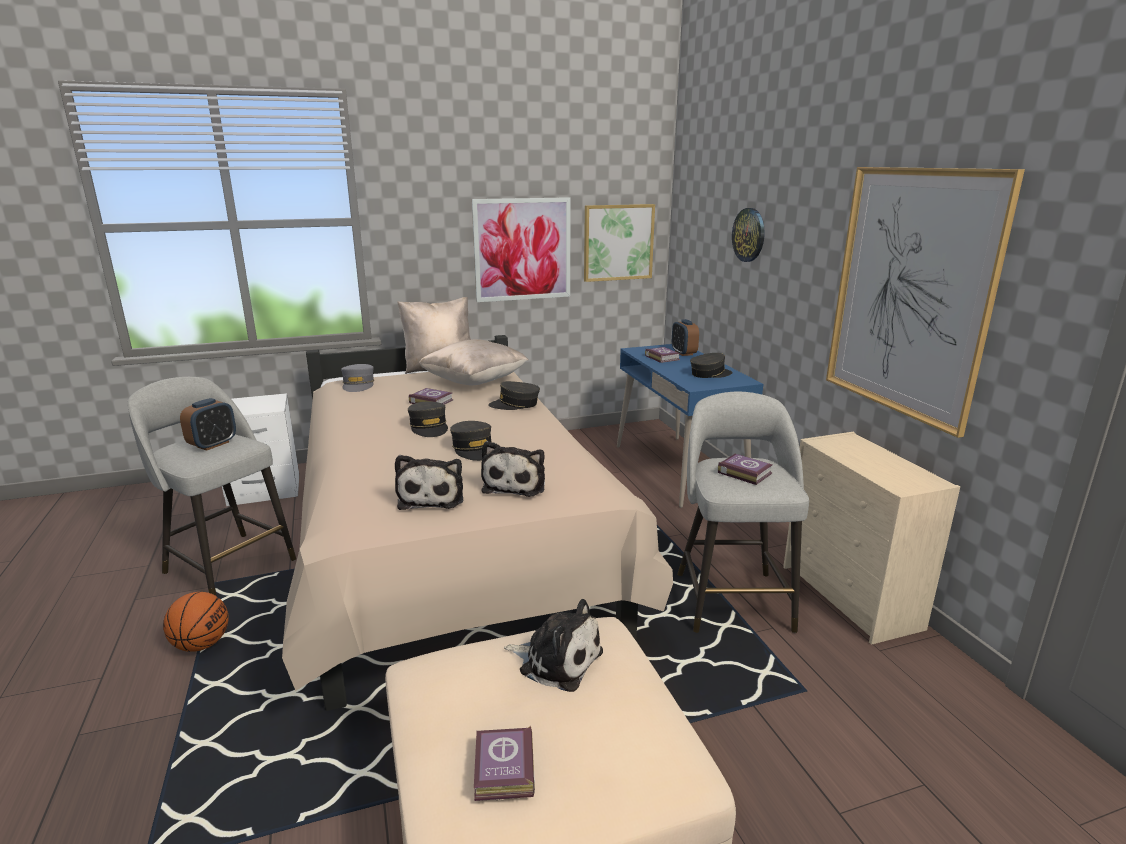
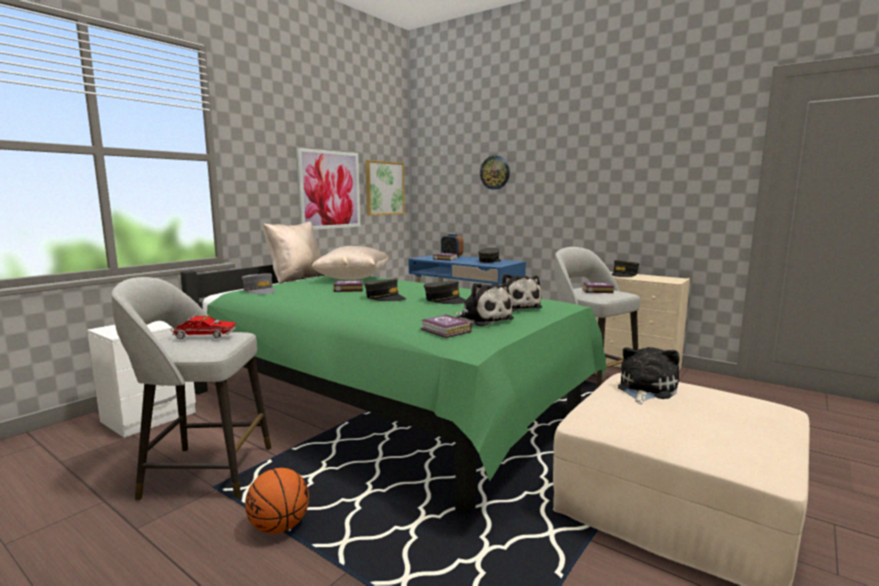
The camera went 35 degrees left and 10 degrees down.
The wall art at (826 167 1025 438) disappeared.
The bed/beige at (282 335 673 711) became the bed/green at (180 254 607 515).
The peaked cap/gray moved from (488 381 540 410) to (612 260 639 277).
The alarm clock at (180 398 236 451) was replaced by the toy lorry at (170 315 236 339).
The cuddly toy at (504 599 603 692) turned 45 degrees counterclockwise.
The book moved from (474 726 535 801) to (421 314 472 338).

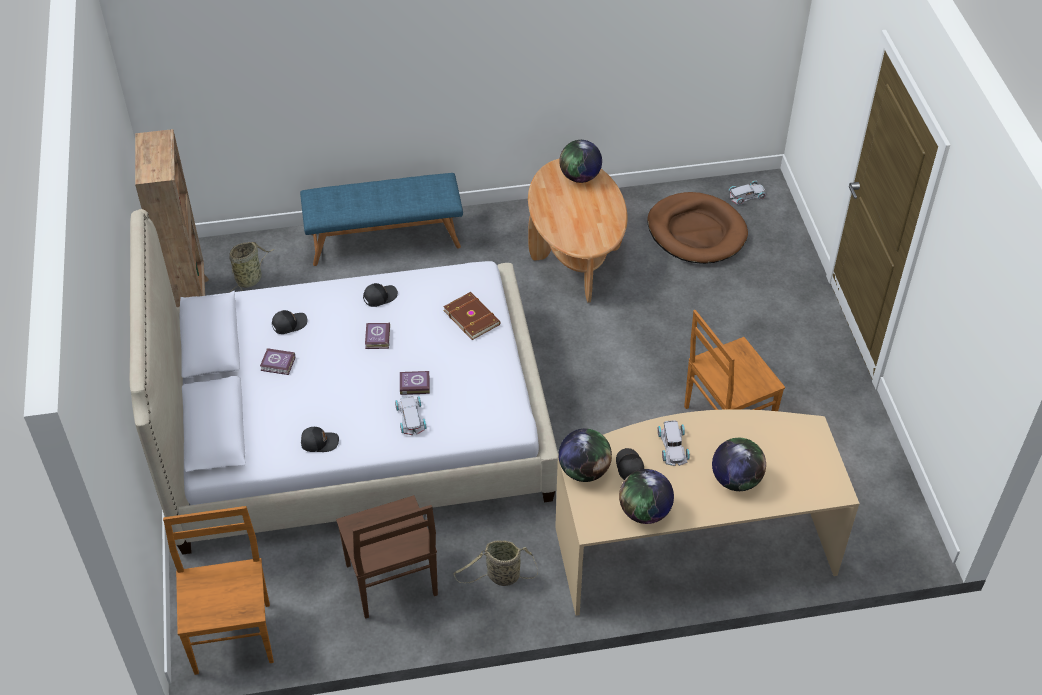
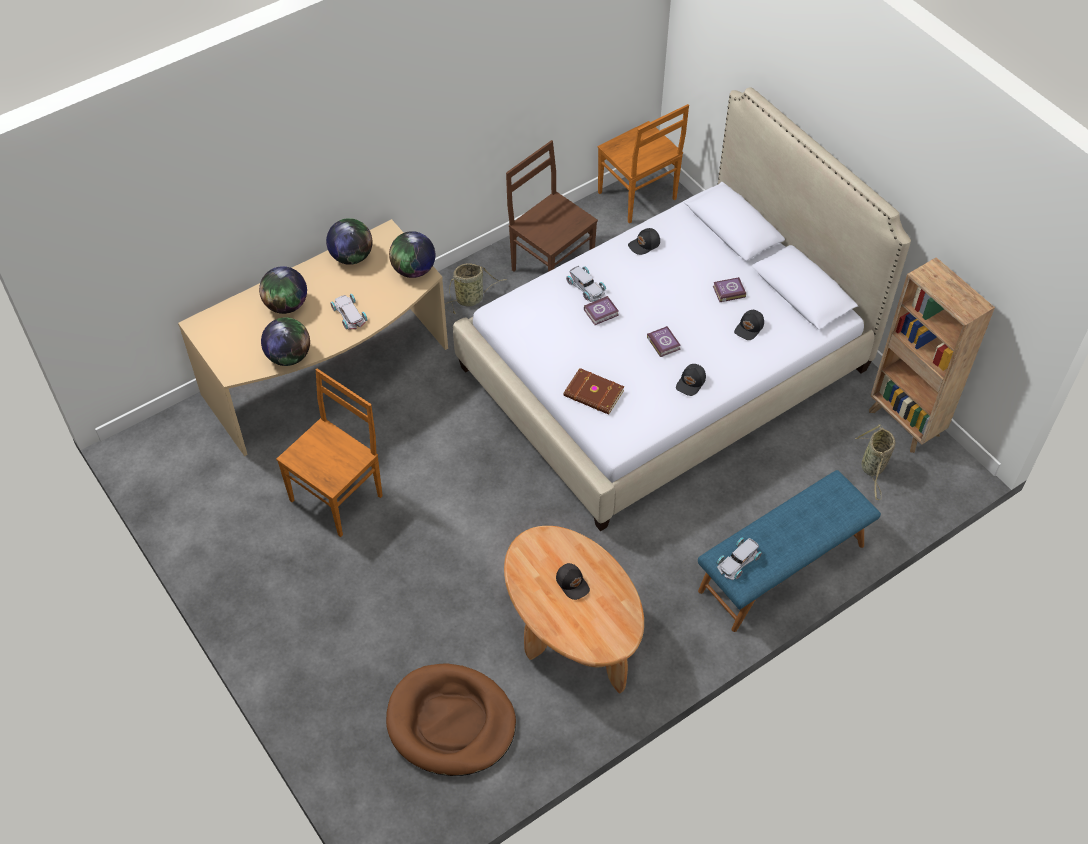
The camera went 155 degrees right and 5 degrees up.
The globe moved from (559 140 602 183) to (261 317 310 366).
The model car/white-coloured moved from (729 180 766 205) to (717 537 762 580).
The peaked cap/black moved from (616 448 644 480) to (556 563 590 600).

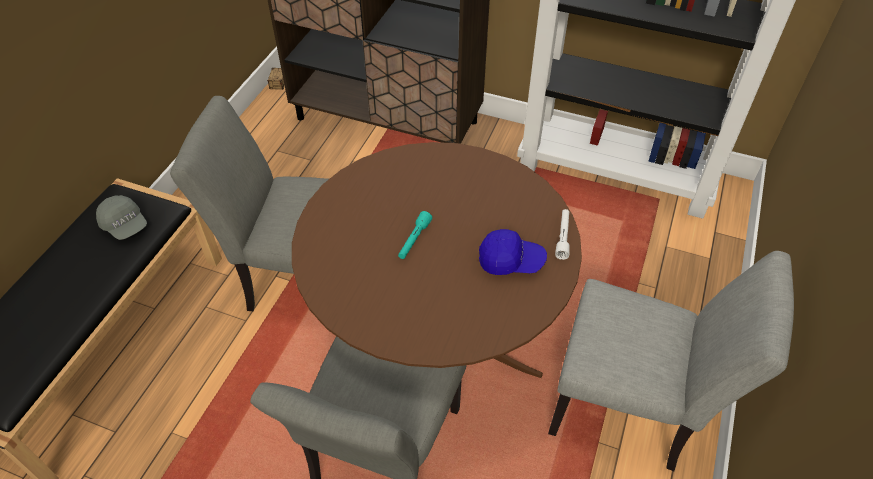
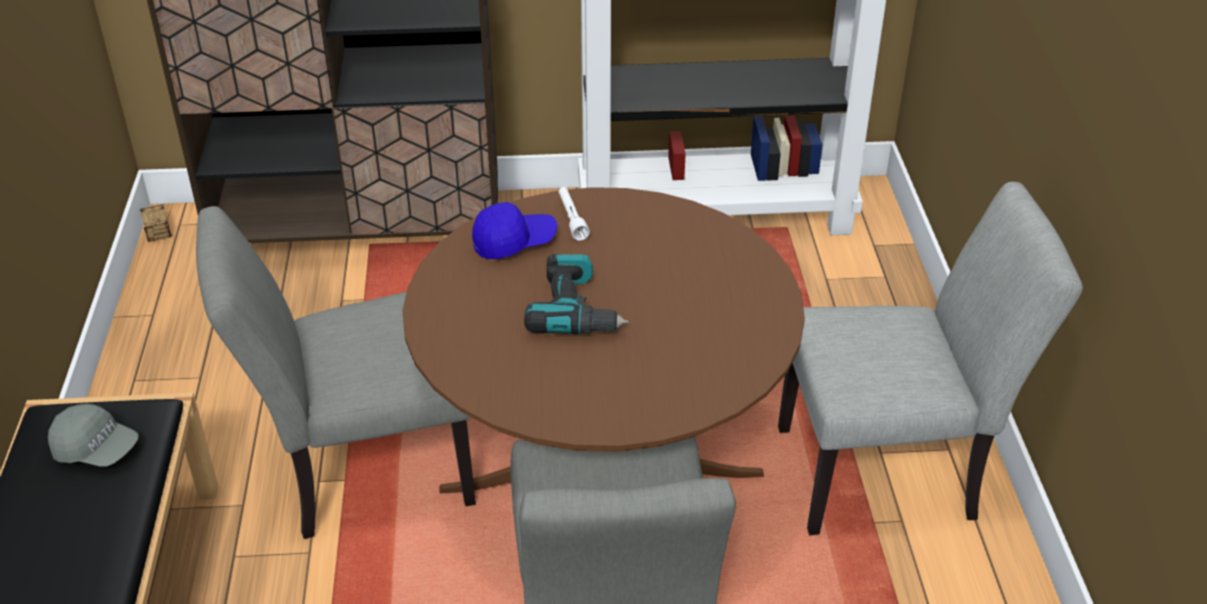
The camera went 25 degrees left and 10 degrees down.
The flashlight/white-coloured moved from (555 209 570 260) to (559 187 590 241).
The flashlight/turquoise-coloured at (398 211 432 259) was replaced by the drill at (524 254 629 334).
The peaked cap/blue moved from (479 229 547 275) to (472 202 557 259).

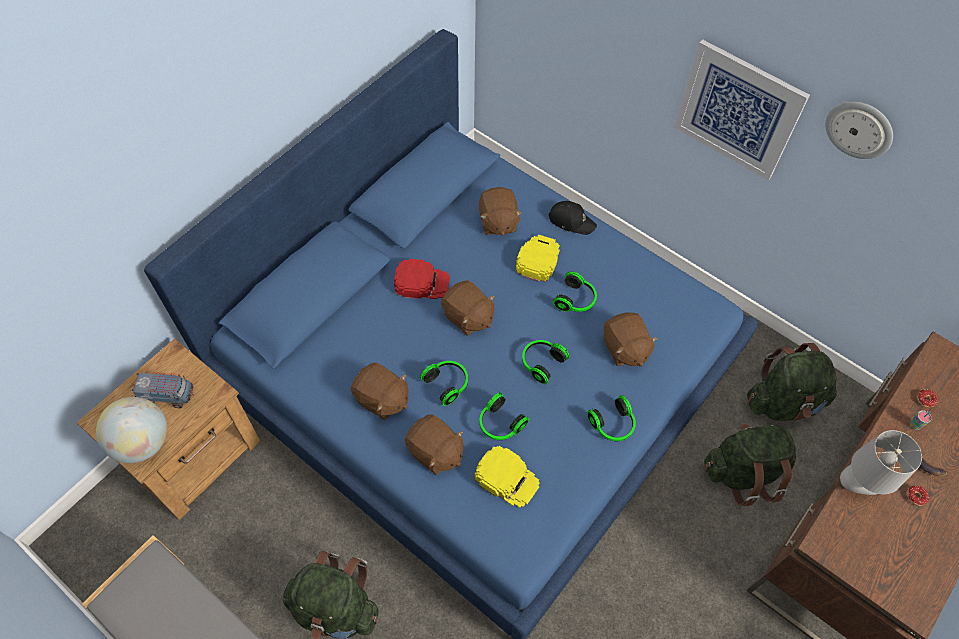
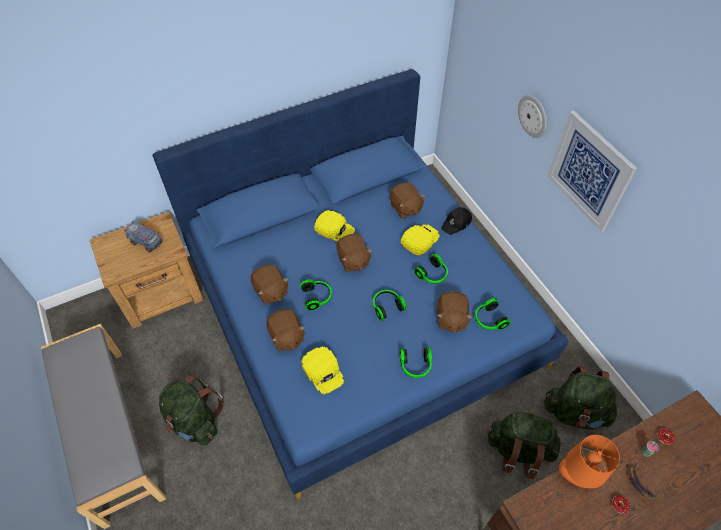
The camera went 25 degrees right and 5 degrees down.
The clock on the wall moved from (825 102 893 159) to (518 95 547 138).
The cuddly toy/brown-coloured at (479 187 522 236) turned 45 degrees counterclockwise.
The peaked cap/black at (548 201 597 235) turned 90 degrees clockwise.
The peaked cap/red at (394 259 450 299) became the peaked cap/yellowish at (314 210 355 242).
The pair of headphones moved from (479 391 529 440) to (475 297 511 330).
The globe at (96 397 167 463) disappeared.
The tabletop lamp/gray at (840 430 922 495) became the tabletop lamp/orange at (559 435 620 488).

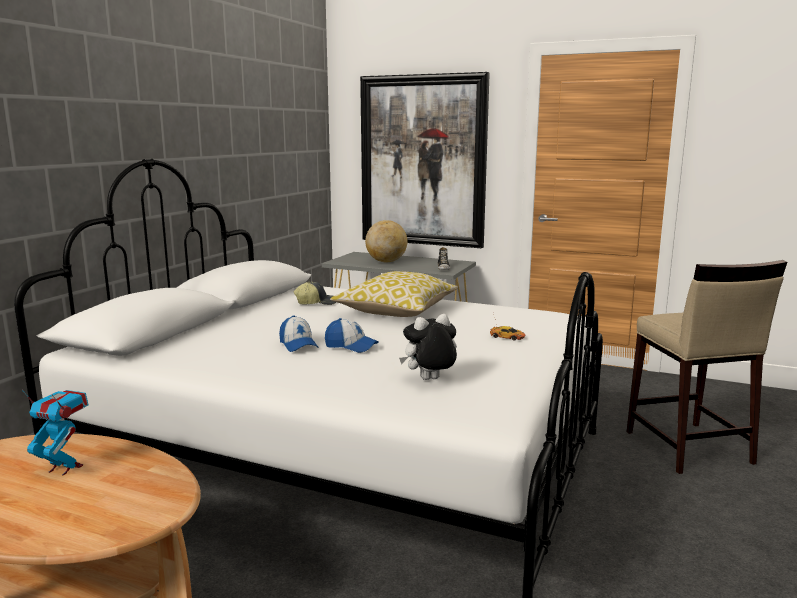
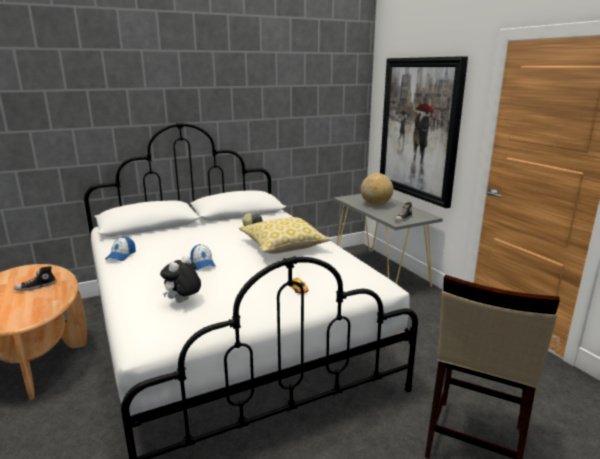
The camera went 40 degrees right and 5 degrees up.
The cuddly toy at (399 314 457 380) turned 75 degrees counterclockwise.
The peaked cap moved from (279 316 318 352) to (106 237 136 261).
The robot figure at (22 389 89 476) was replaced by the shoe at (14 266 57 291).

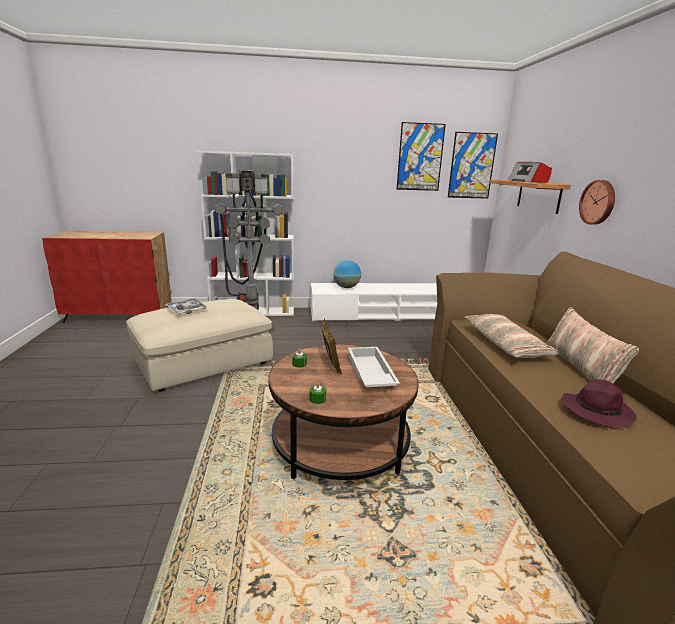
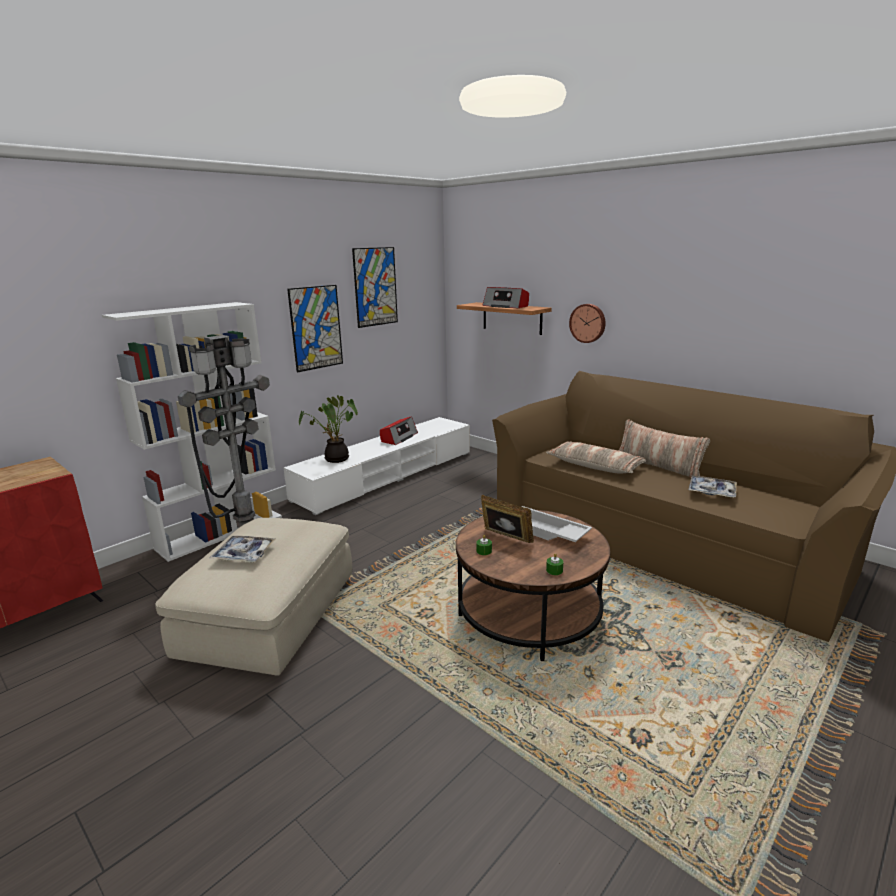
The camera went 40 degrees left and 0 degrees up.
The wall art moved from (448 132 498 199) to (287 285 343 372).
The globe at (333 260 361 288) was replaced by the houseplant at (299 395 358 463).
The wearable hat/purple at (562 379 637 428) was replaced by the tray at (689 476 737 497).
The radio receiver at (380 416 418 445) appeared.

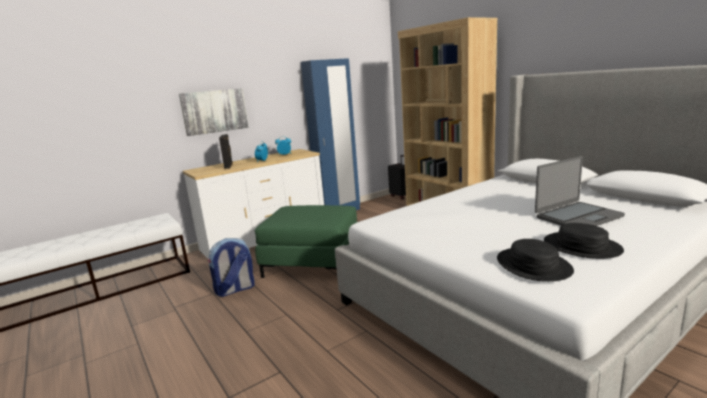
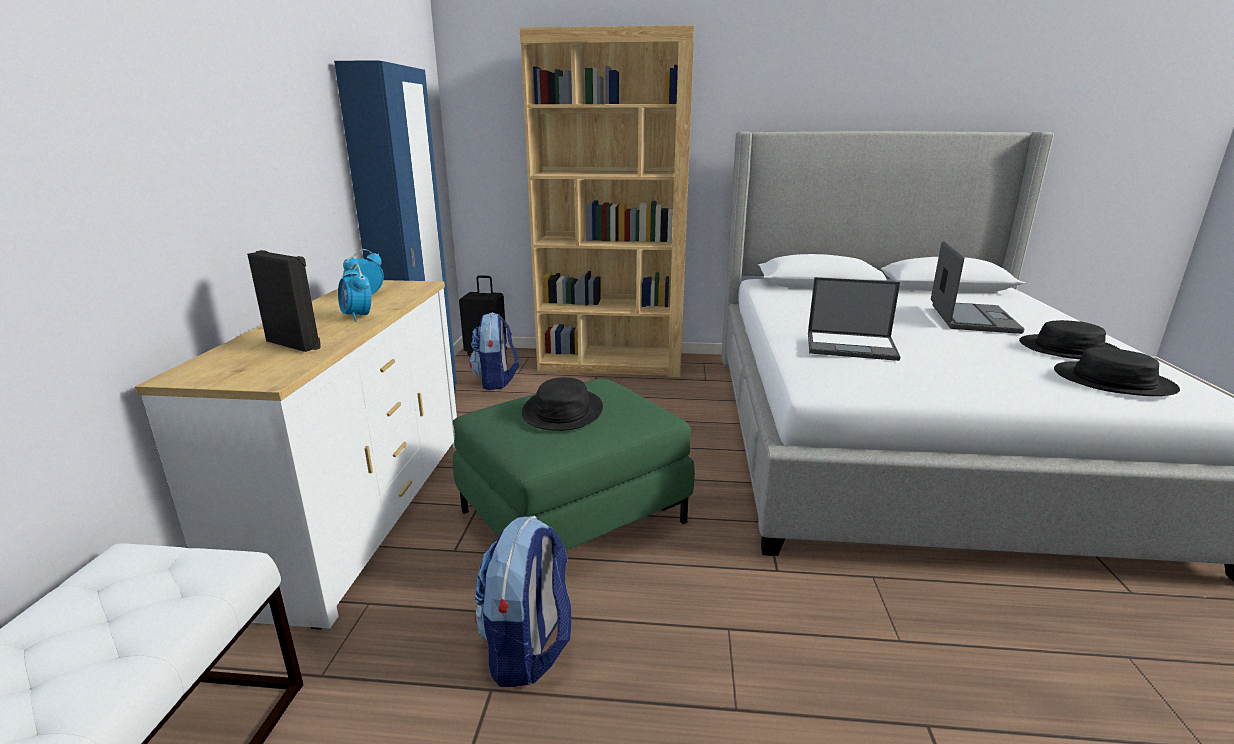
The camera went 50 degrees left and 5 degrees up.
The wall art at (179 88 249 136) disappeared.
The portable computer at (808 277 900 361) appeared.
The rucksack at (470 312 519 390) appeared.
The wearable hat/black at (522 377 603 431) appeared.

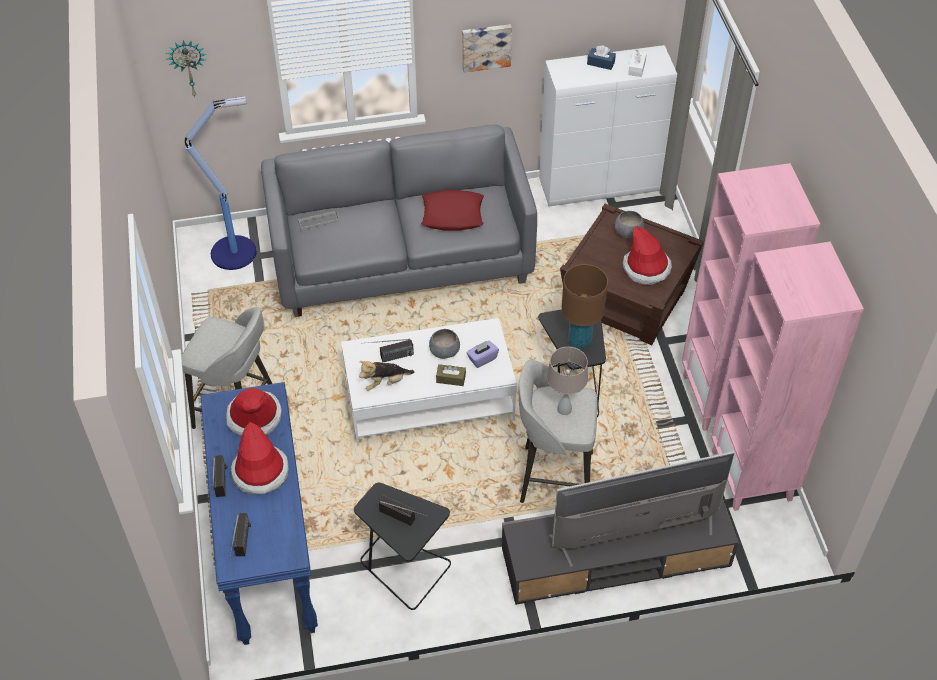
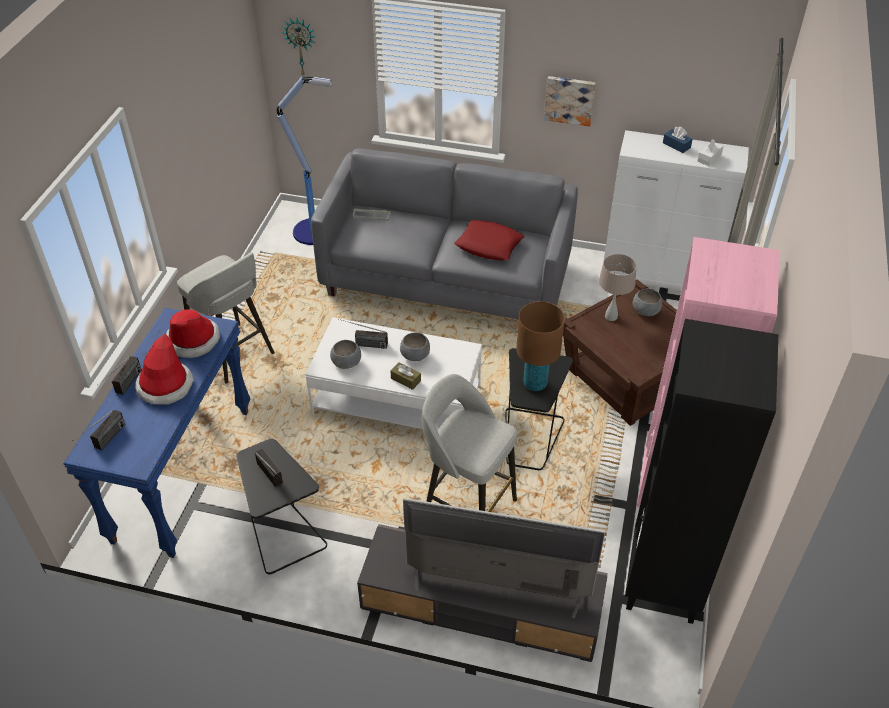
The camera went 25 degrees right and 5 degrees down.
The wearable hat at (623 226 672 285) disappeared.
The bookshelf/pinkish at (711 242 864 511) became the bookshelf/black at (625 319 778 624).
The tissue holder/purple at (467 341 499 368) disappeared.
The tabletop lamp/beige moved from (547 347 588 415) to (599 254 637 321).
The cuddly toy at (359 361 414 391) was replaced by the serving bowl/gray at (330 340 361 369).

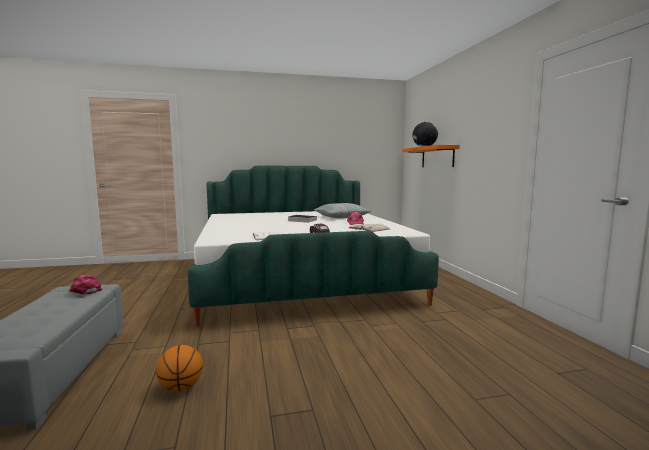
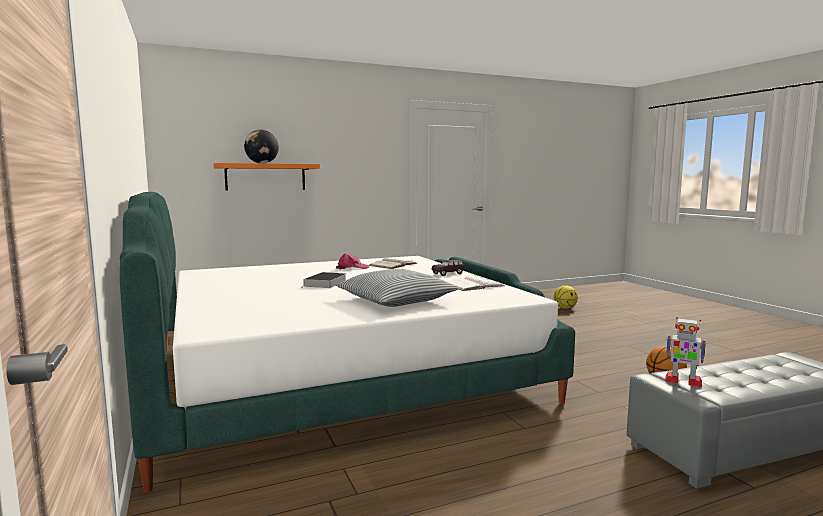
The camera went 100 degrees left and 0 degrees up.
The throw pillow moved from (314 203 372 218) to (336 269 459 307).
The peaked cap/pinkish at (69 275 102 295) was replaced by the robot figure at (665 317 706 387).
The ball for basketball at (554 286 578 309) appeared.

